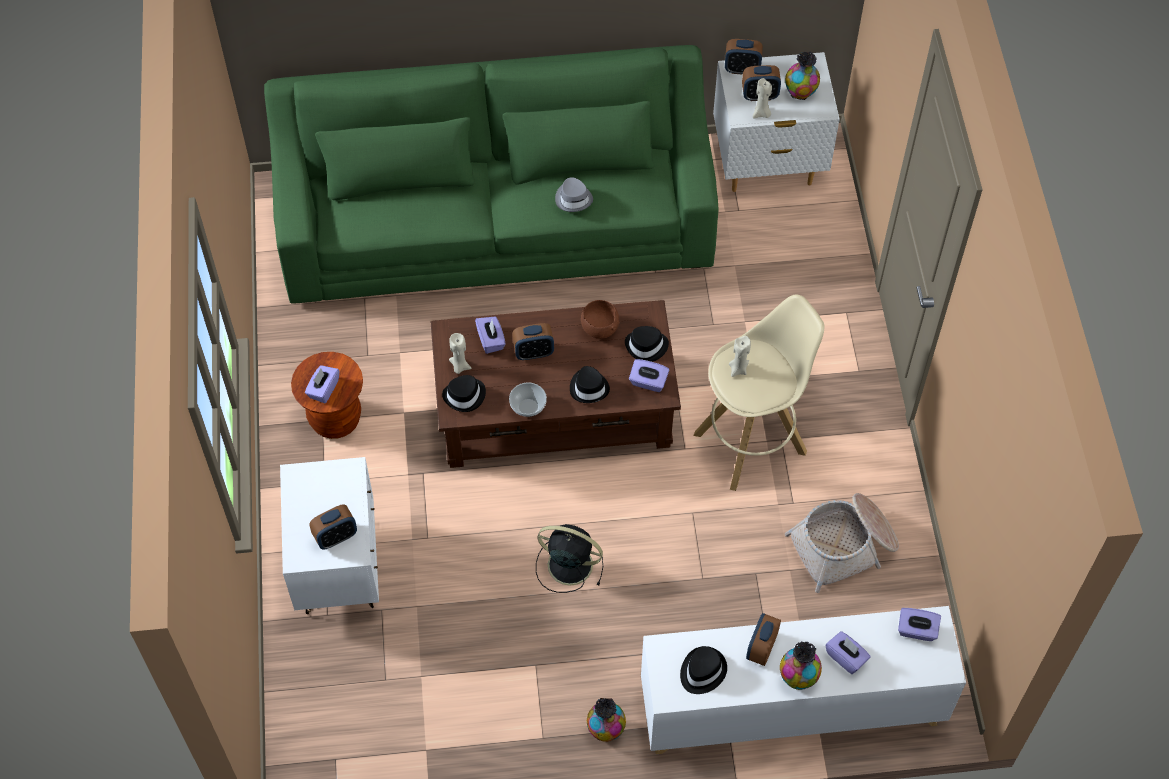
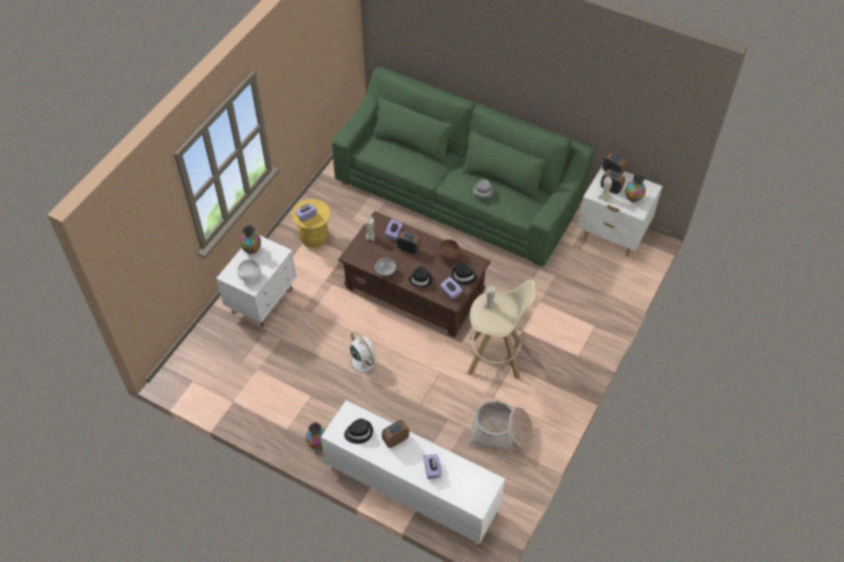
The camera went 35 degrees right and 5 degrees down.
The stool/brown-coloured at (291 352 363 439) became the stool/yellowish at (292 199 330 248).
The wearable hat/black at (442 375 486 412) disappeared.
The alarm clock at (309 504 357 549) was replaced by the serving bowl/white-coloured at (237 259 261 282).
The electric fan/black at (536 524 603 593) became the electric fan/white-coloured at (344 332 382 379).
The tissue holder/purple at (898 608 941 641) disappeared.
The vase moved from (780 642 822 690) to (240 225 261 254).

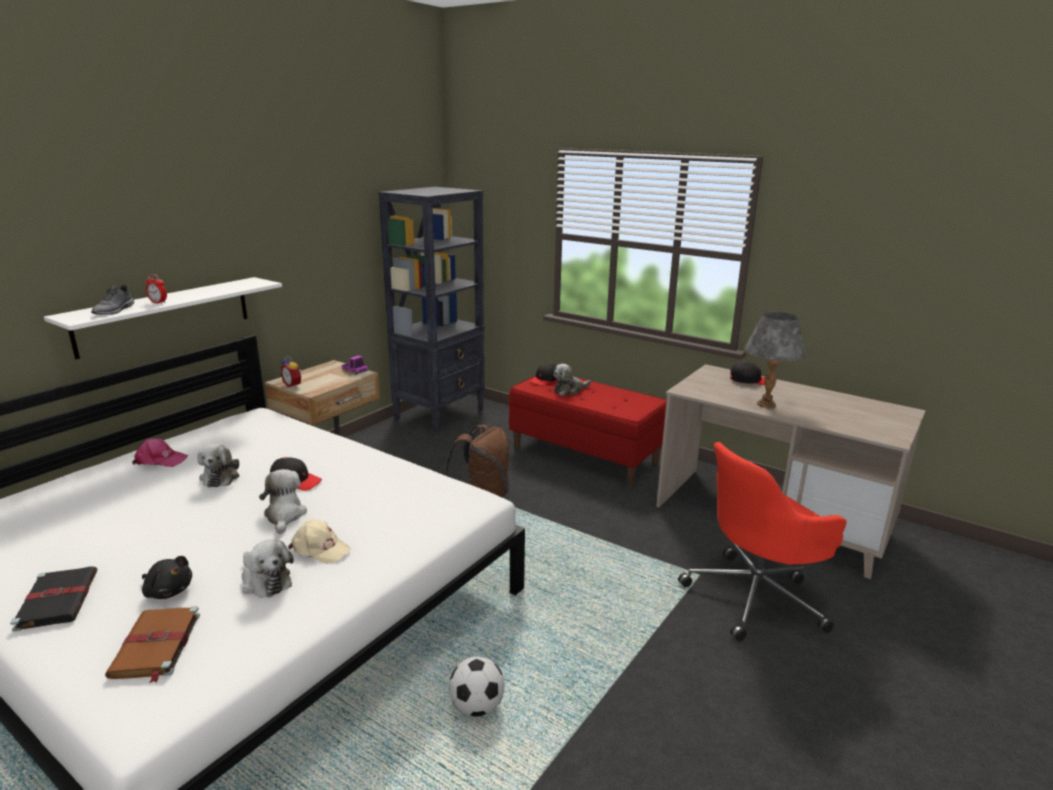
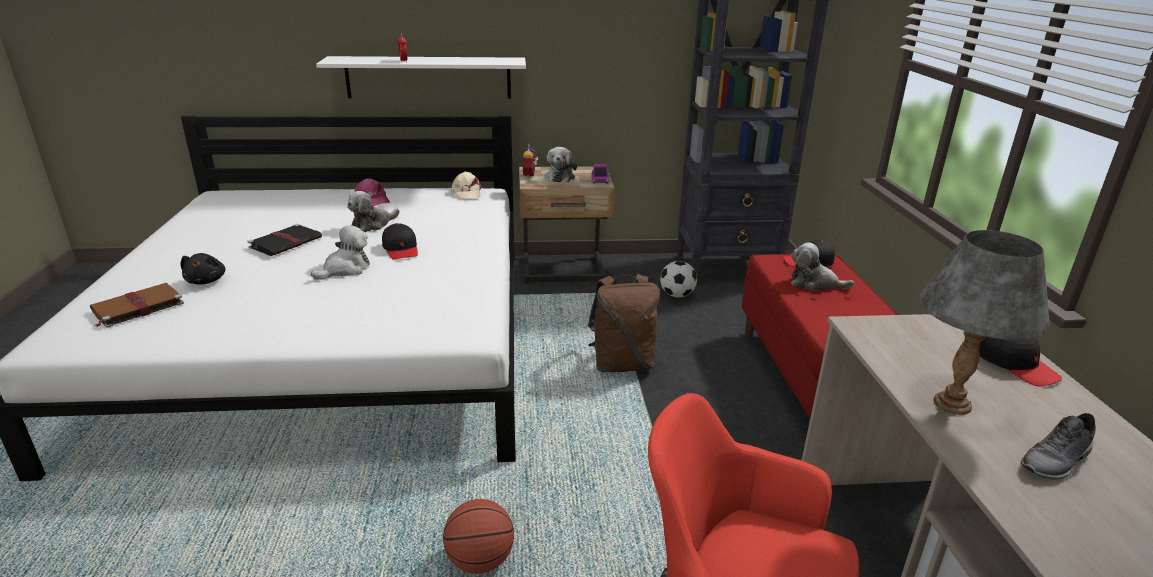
The camera went 50 degrees right and 5 degrees up.
The shoe/gray moved from (91 285 134 315) to (1021 413 1096 480).
The peaked cap/beige moved from (288 519 351 564) to (451 171 482 199).
The cuddly toy moved from (242 539 294 598) to (545 147 577 183).
The book/black moved from (10 566 97 632) to (247 224 322 256).
The football ball moved from (449 656 505 717) to (660 261 697 297).
The ball for basketball at (443 499 514 574) appeared.

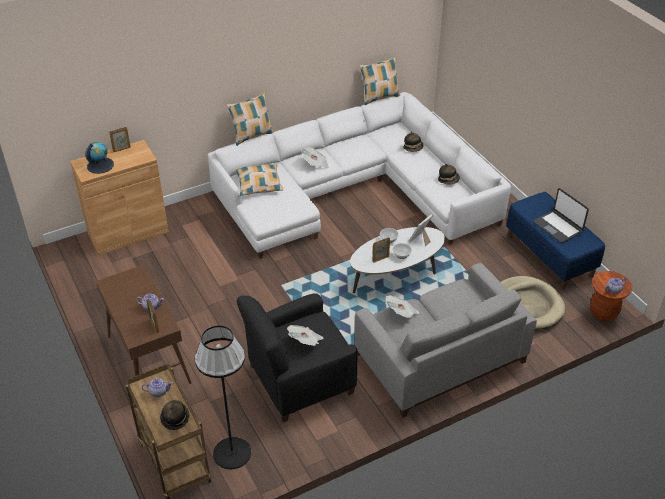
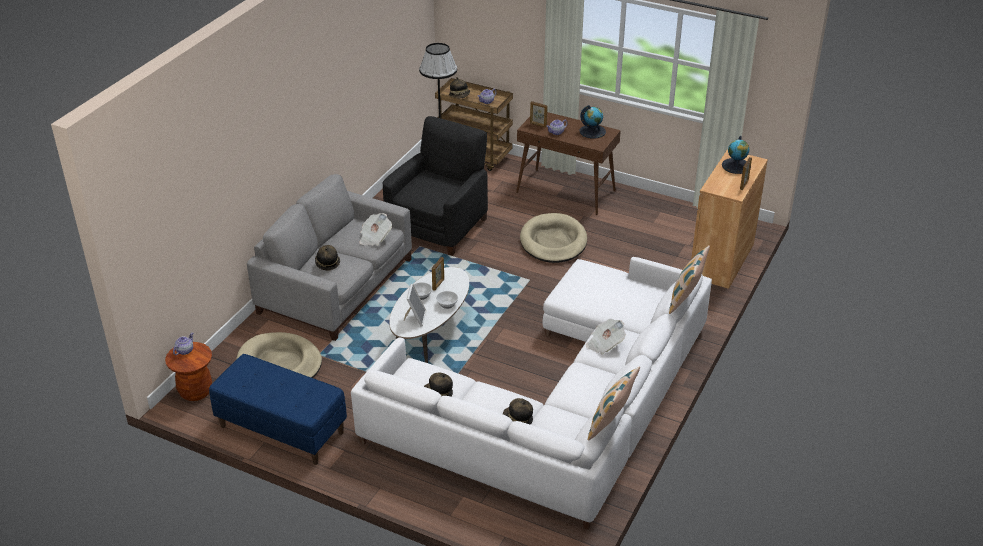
The camera went 145 degrees right and 5 degrees down.
The throw pillow at (235 164 283 196) disappeared.
The portable computer at (533 188 589 243) disappeared.
The daily paper at (287 325 324 346) disappeared.
The globe at (579 105 606 138) appeared.
The pet bed/beige at (520 213 587 263) appeared.
The wearable hat at (315 245 340 270) appeared.

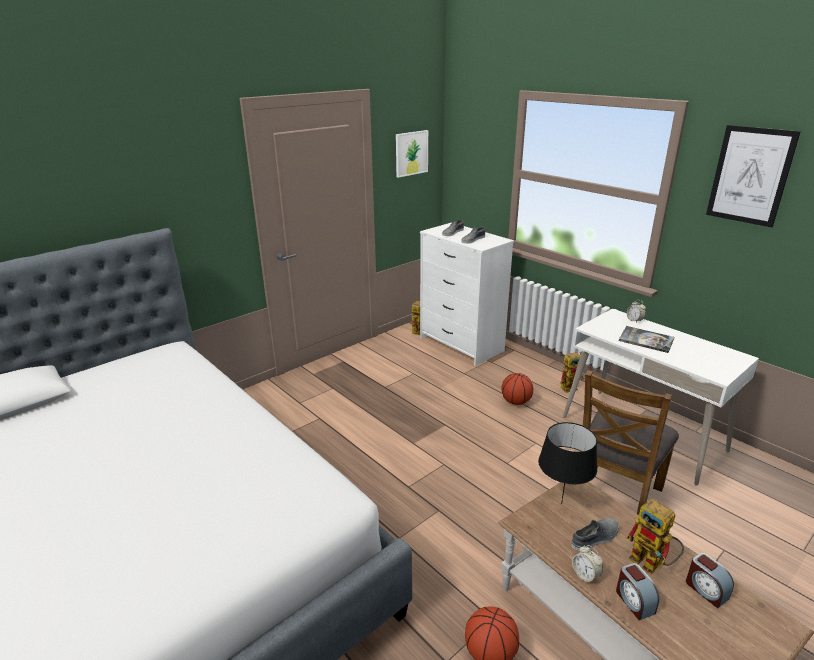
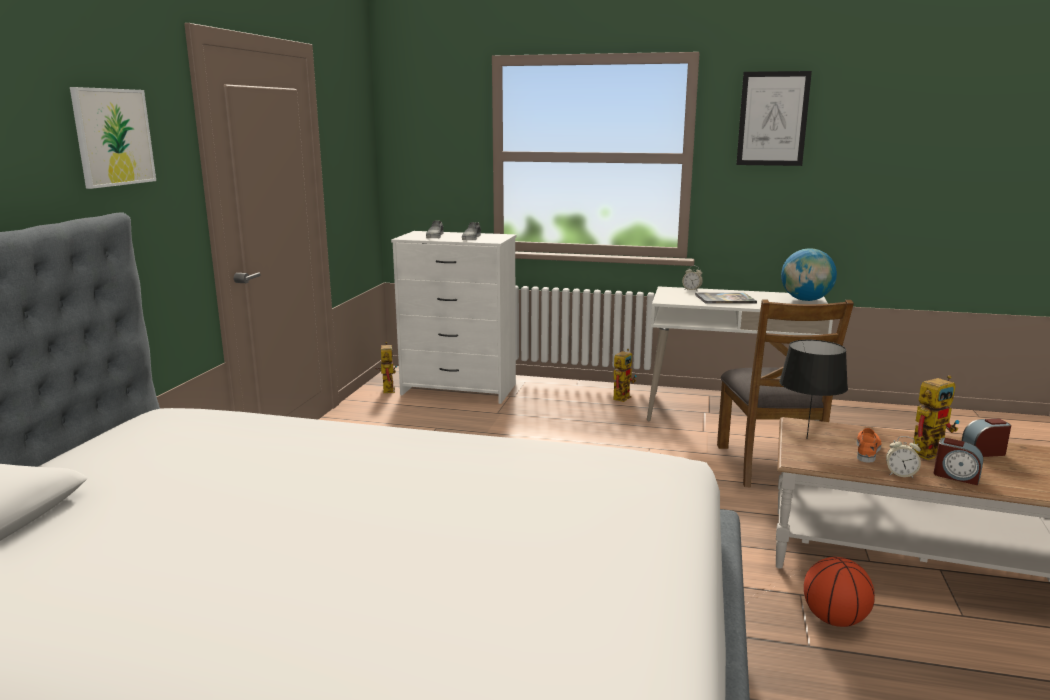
The camera went 35 degrees left and 10 degrees down.
The wall art moved from (396 130 428 178) to (70 87 156 189).
The ball for basketball at (502 373 533 405) disappeared.
The robot figure at (626 499 684 574) turned 45 degrees counterclockwise.
The shoe/gray at (571 518 619 551) became the shoe/orange at (857 428 881 463).
The alarm clock at (686 553 734 608) turned 150 degrees clockwise.
The globe at (781 248 837 301) appeared.

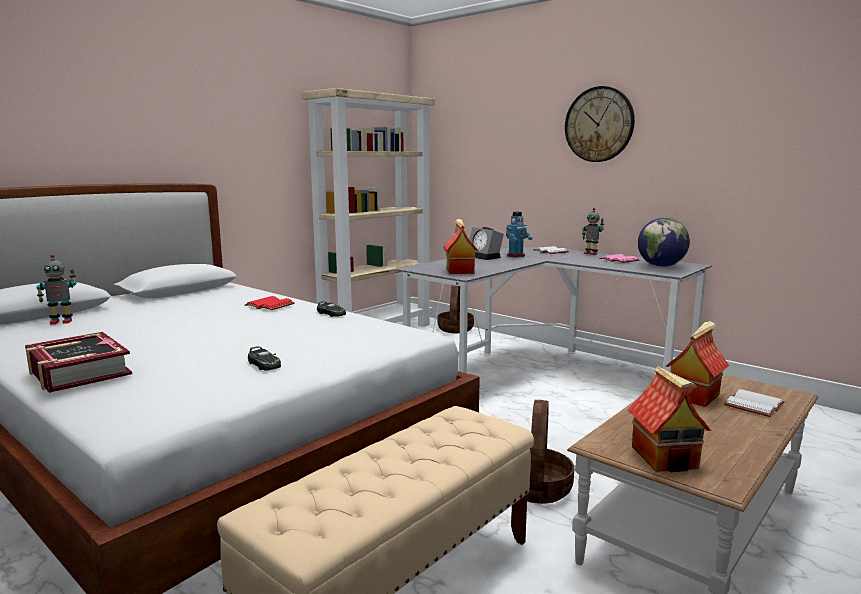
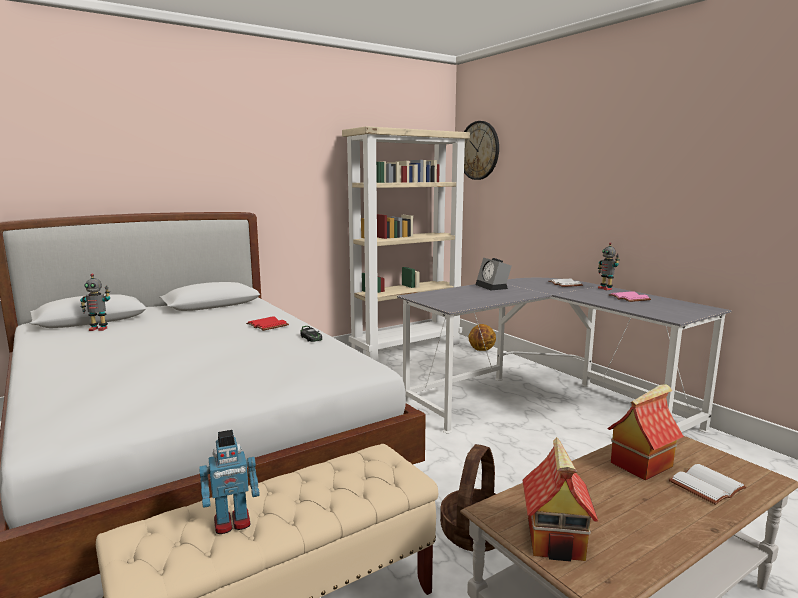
The camera went 15 degrees right and 0 degrees up.
The clock on the wall moved from (565 86 635 162) to (464 121 499 180).
The robot figure moved from (506 212 532 258) to (200 430 260 534).
The globe at (638 218 690 267) disappeared.
The model house at (443 219 478 274) disappeared.
The household basket at (438 285 474 333) was replaced by the ball for basketball at (468 324 496 351).
The book at (25 332 132 393) disappeared.
The model car at (248 346 281 370) disappeared.

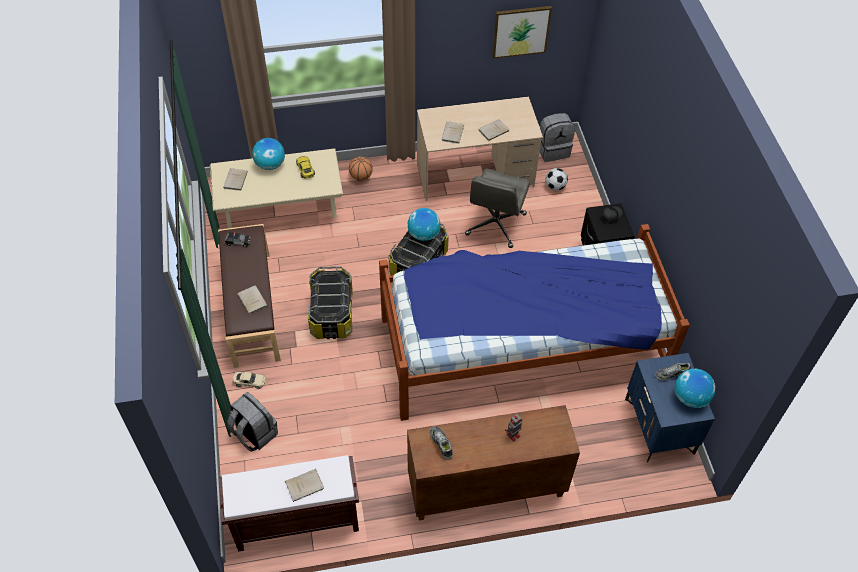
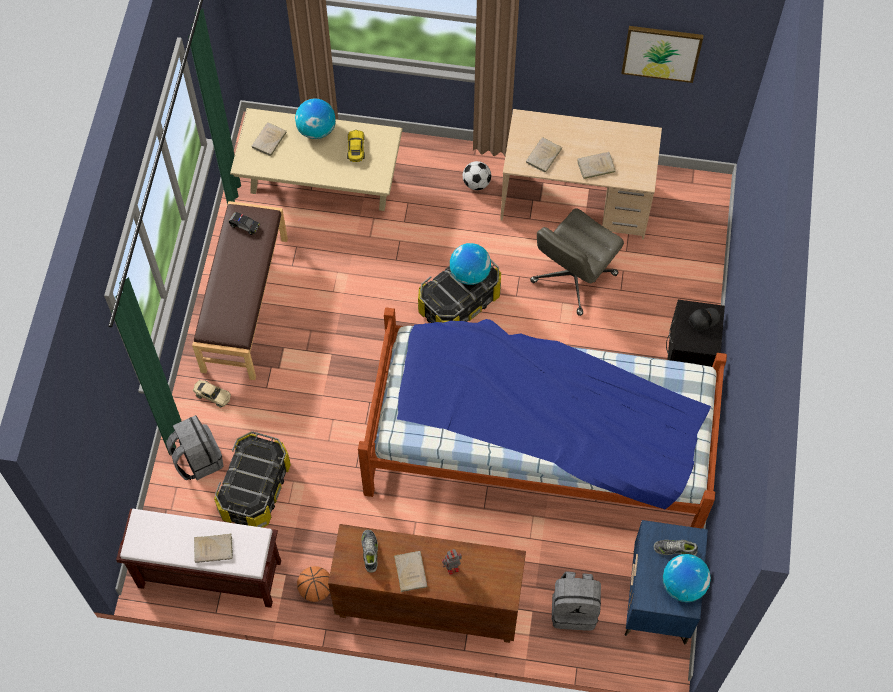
The camera went 20 degrees right and 10 degrees up.
The rucksack/gray moved from (540 113 575 162) to (552 571 601 631).
The ball for basketball moved from (349 157 373 181) to (297 566 330 602).
The football ball moved from (545 168 568 191) to (463 161 491 190).
The storage container moved from (308 266 353 339) to (214 431 291 528).
The book/beige moved from (237 285 267 314) to (393 551 428 592).

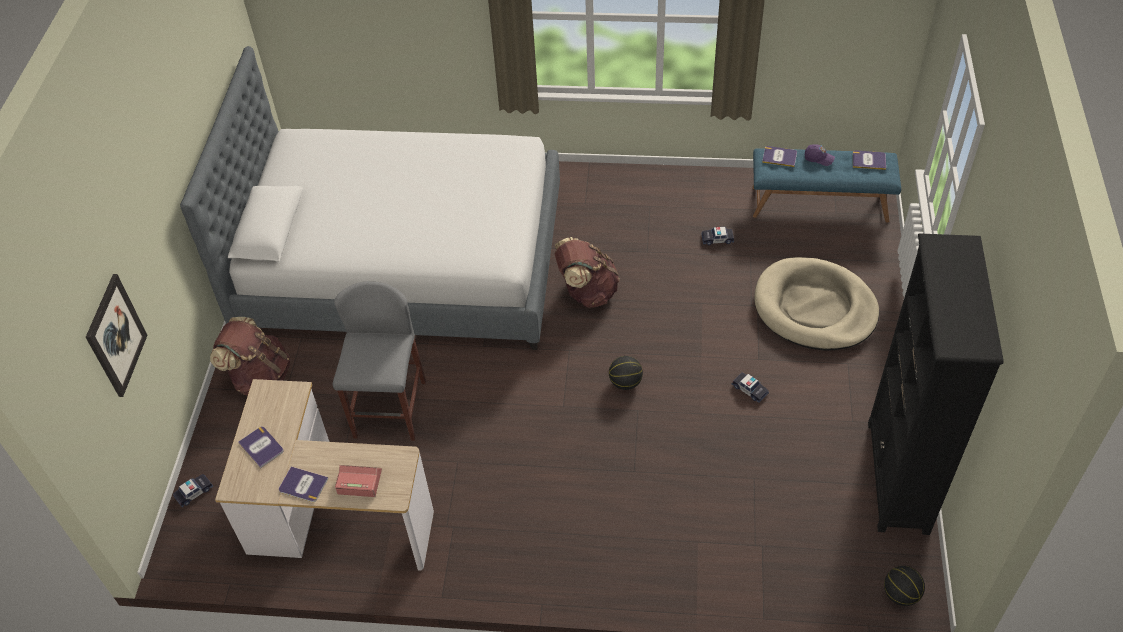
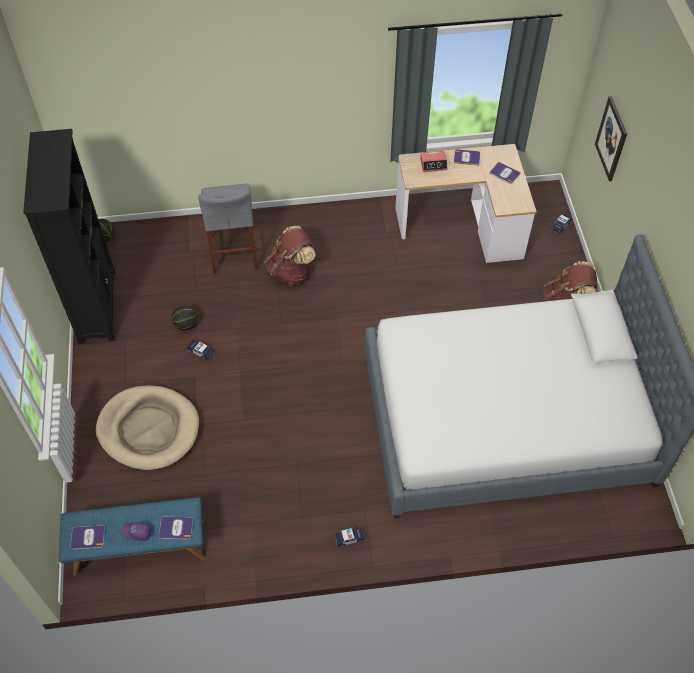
The camera went 165 degrees right and 5 degrees up.
The model car moved from (701 227 734 245) to (334 527 366 547).
The rucksack/brown-coloured moved from (555 237 620 308) to (264 226 315 286).
The stool/gray moved from (333 281 426 441) to (198 184 258 274).
The ball for basketball moved from (609 356 643 390) to (171 305 197 331).

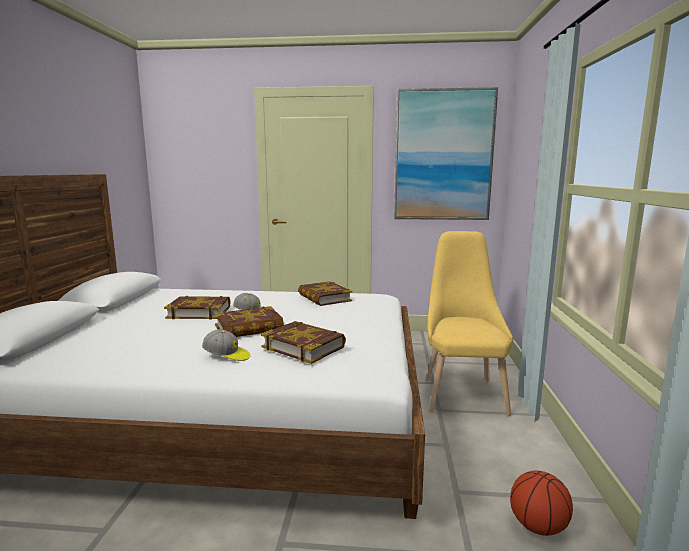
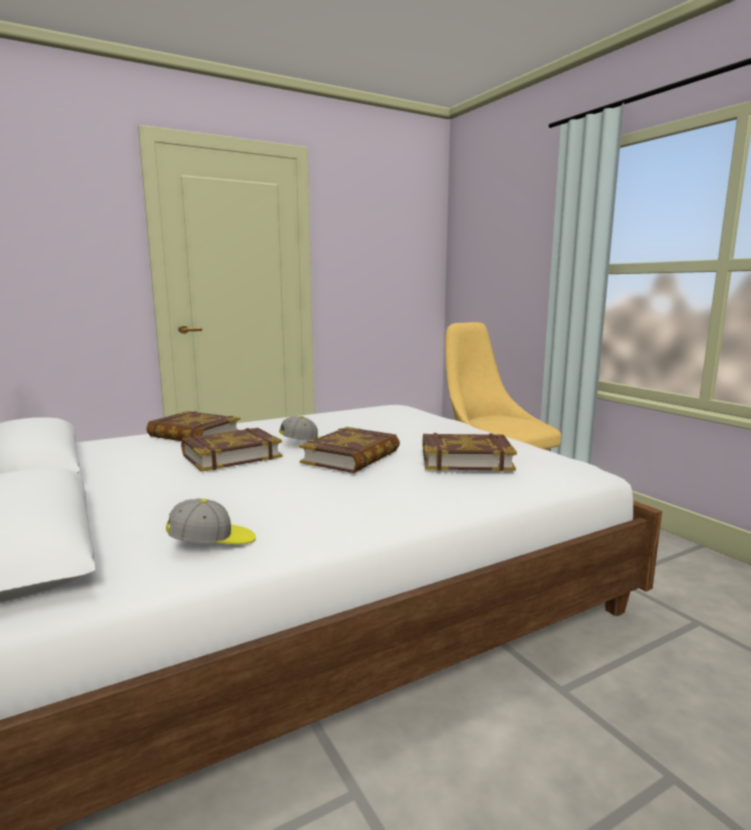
The camera went 35 degrees left and 0 degrees up.
The wall art at (394 87 498 220) disappeared.
The book moved from (298 281 352 306) to (146 411 240 441).
The peaked cap moved from (202 329 250 361) to (166 499 256 544).
The ball for basketball at (510 471 573 536) disappeared.

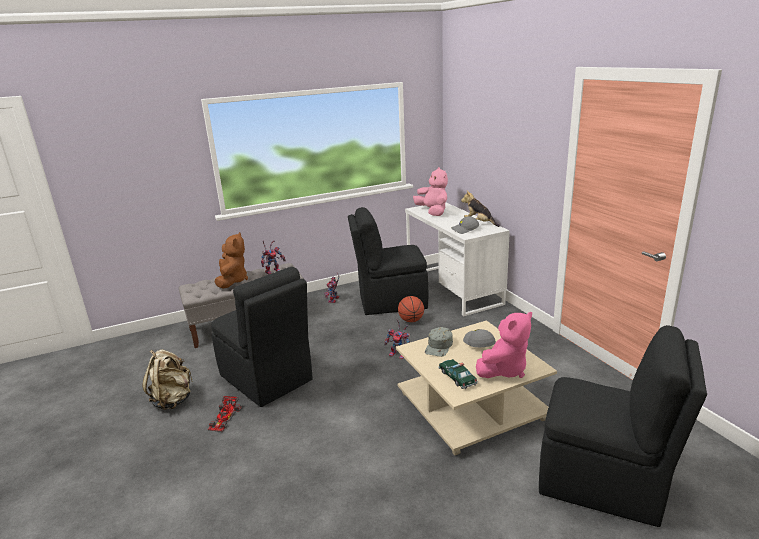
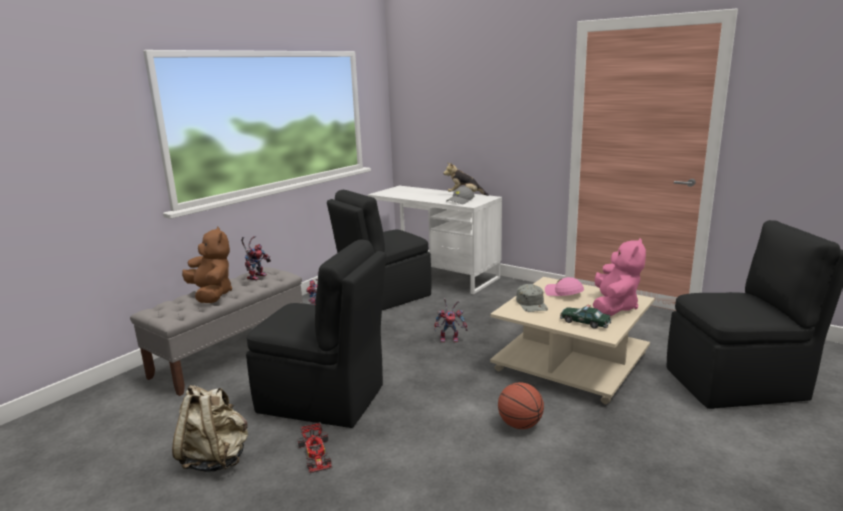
The camera went 30 degrees left and 5 degrees down.
The cuddly toy/pinkish at (413 167 448 216) disappeared.
The ball for basketball moved from (398 296 424 322) to (498 382 544 429).
The peaked cap/gray at (463 329 496 347) became the peaked cap/pinkish at (545 277 584 296).

